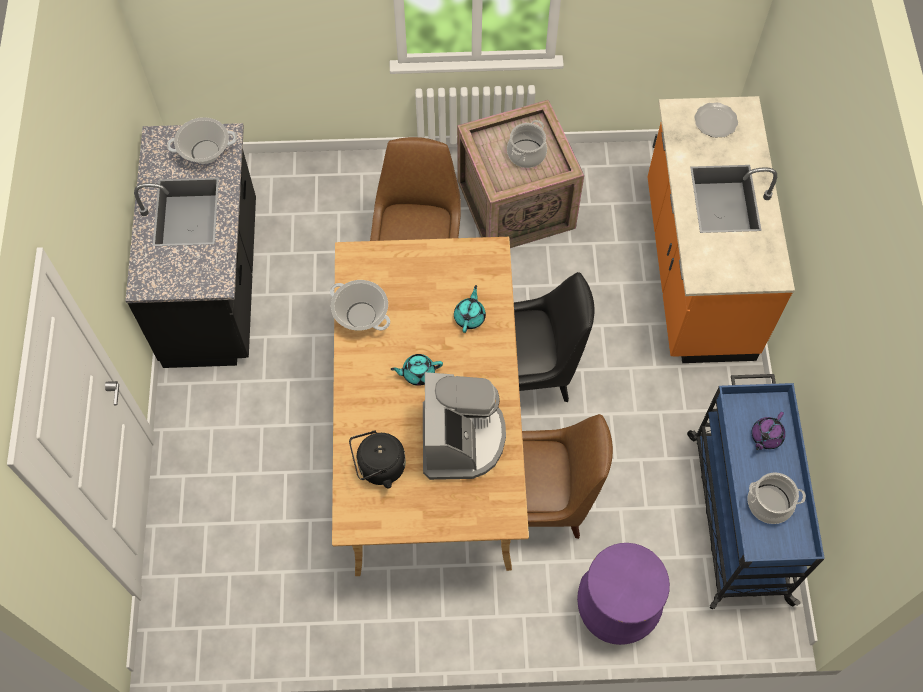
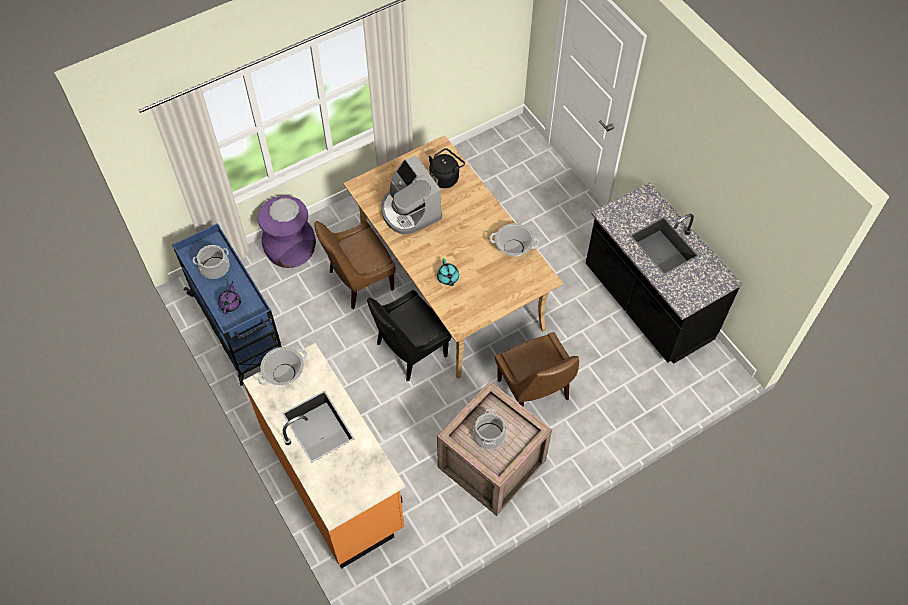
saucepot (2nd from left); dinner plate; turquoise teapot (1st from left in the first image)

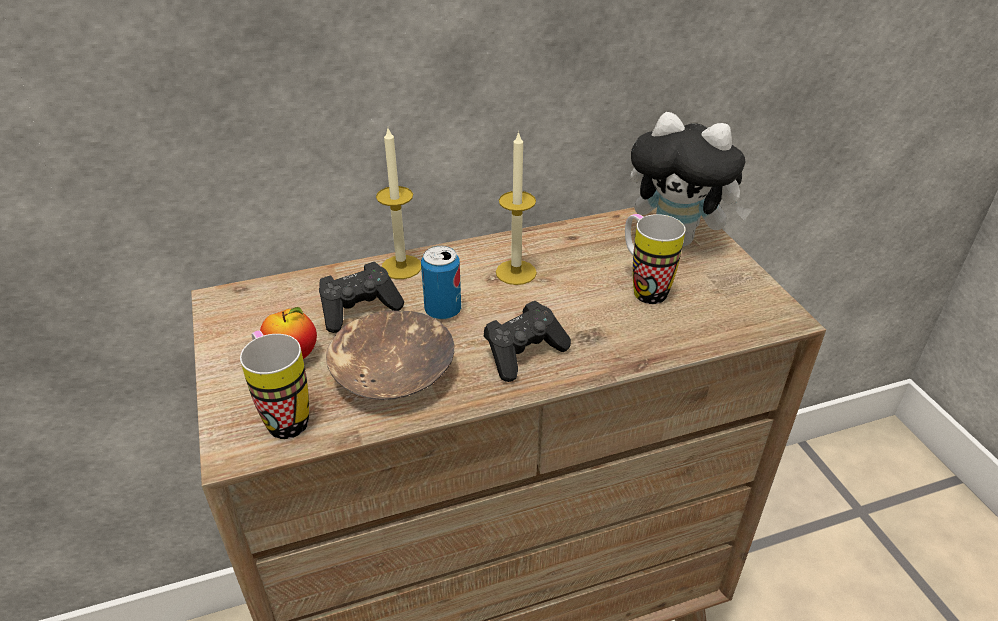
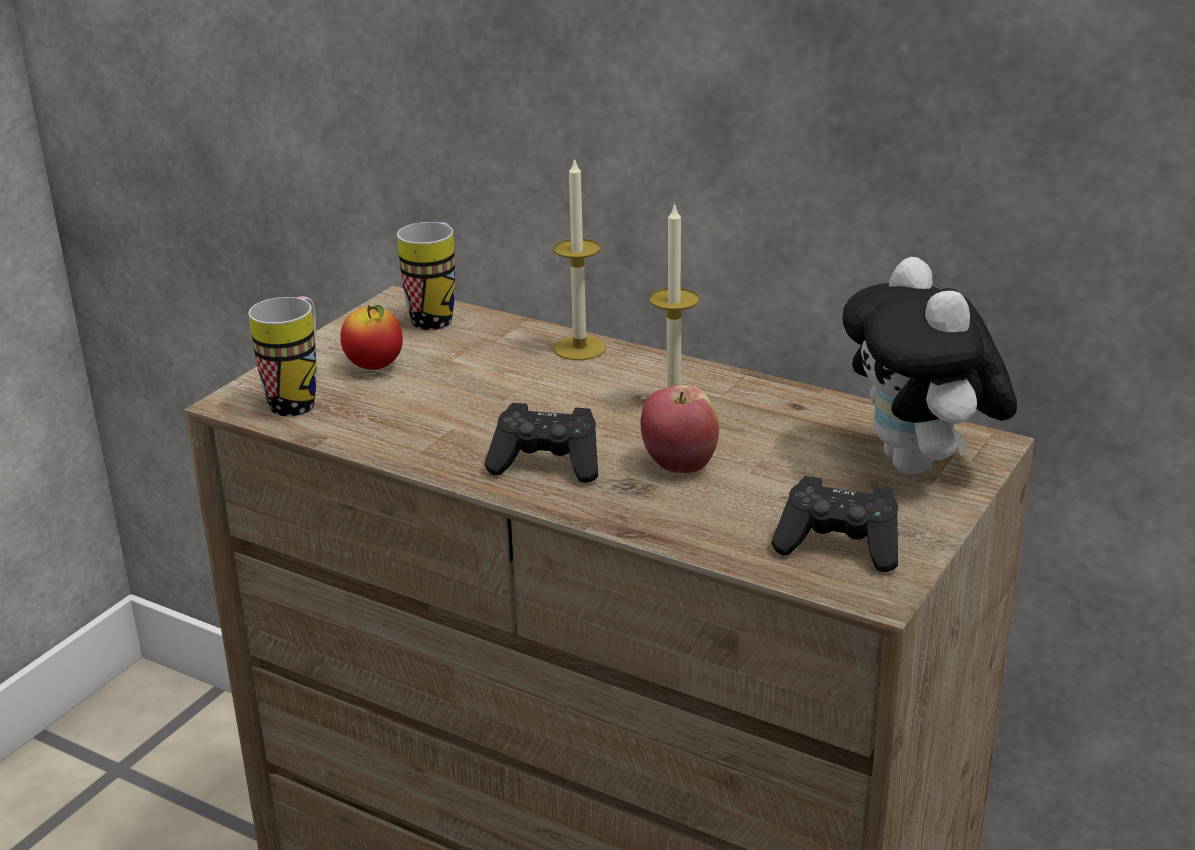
coffee mug (2nd from left); apple (2nd from left); black game controller (2nd from left); brown deep dish; metal can

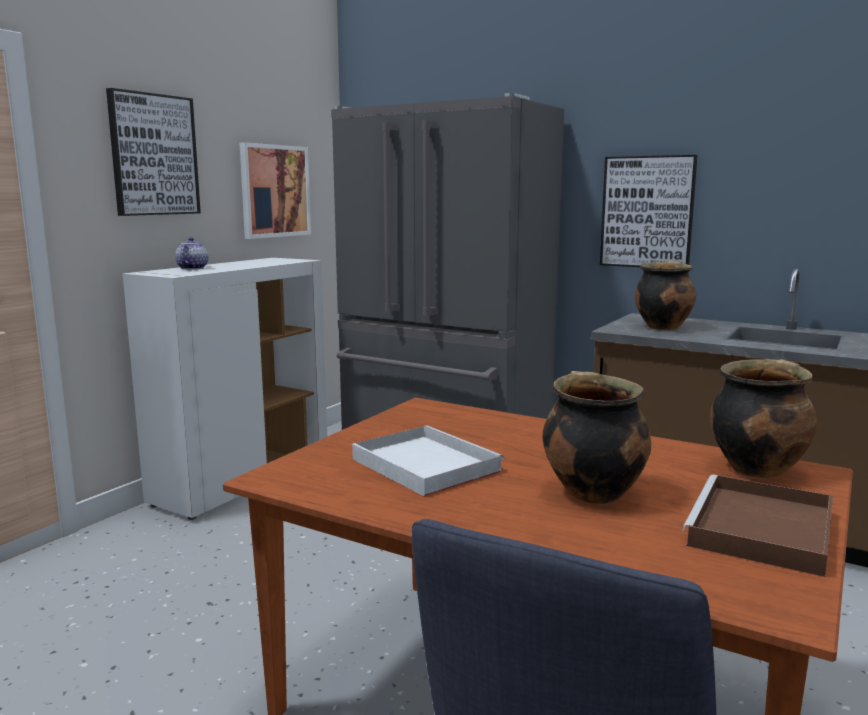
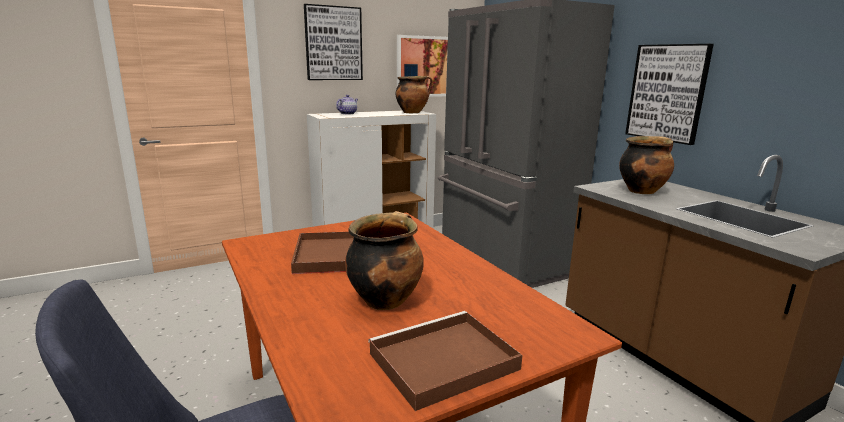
brown carrying tray (1st from left); saucepot (2nd from left)

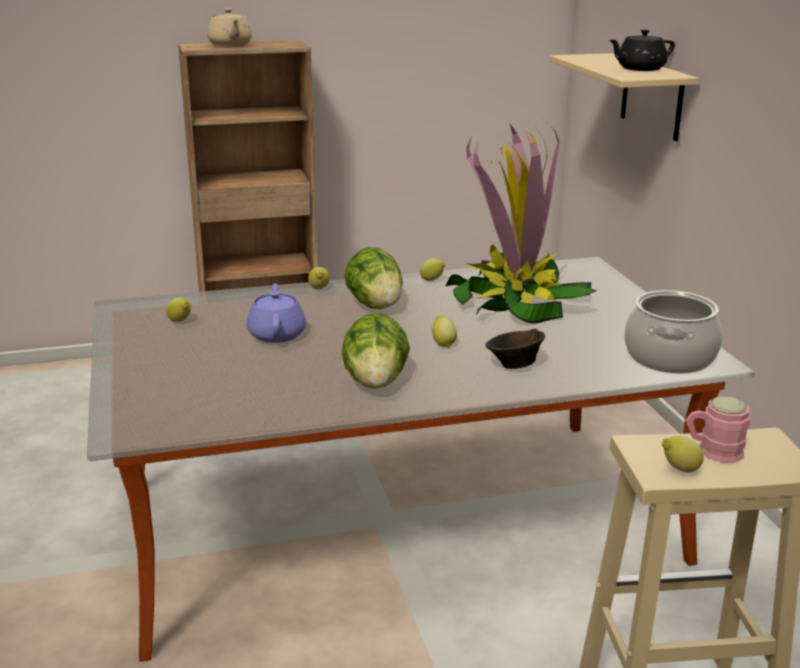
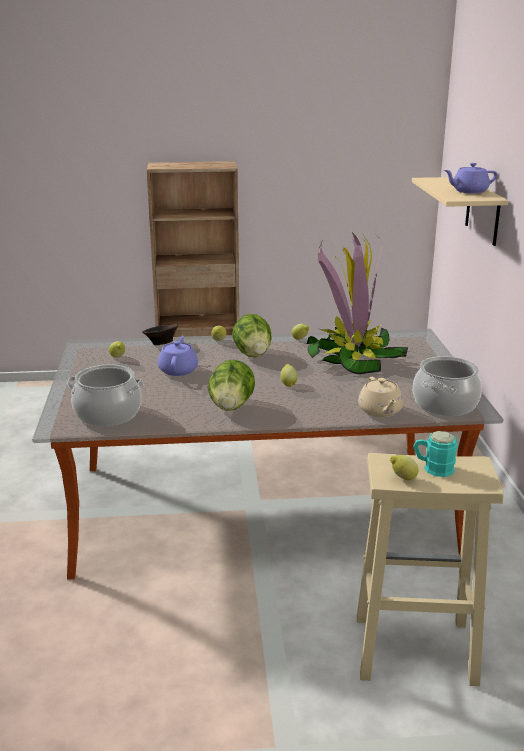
saucepot (1st from left); brown deep dish; sand-coloured teapot; turquoise coffee mug; purple-coloured teapot (2nd from left)

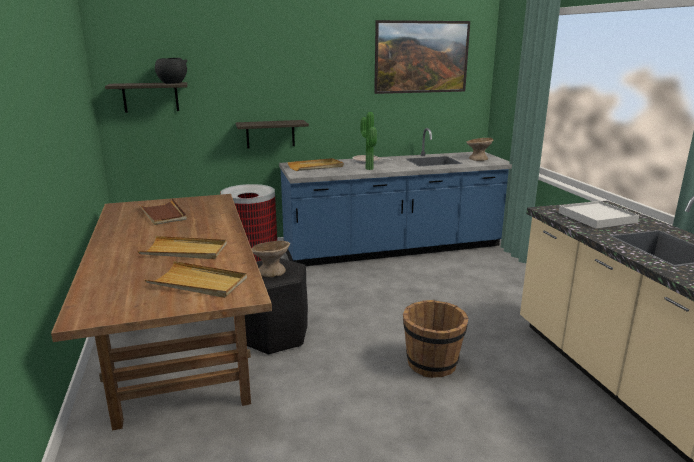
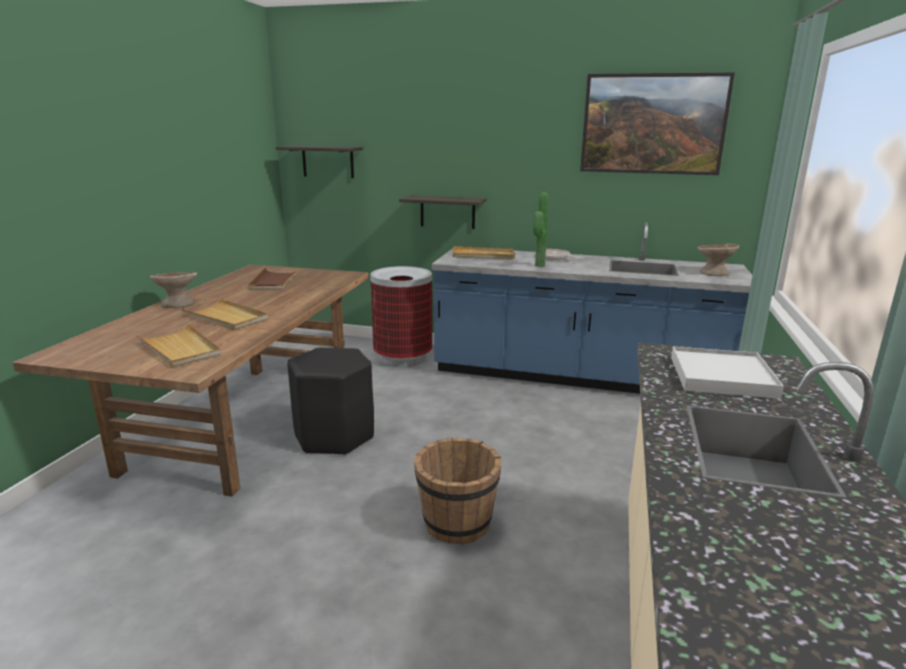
sand-coloured deep dish (1st from left); black deep dish

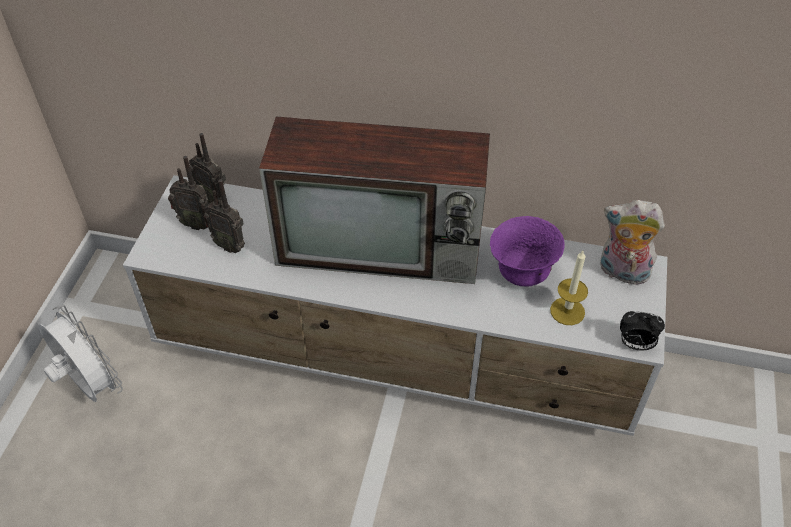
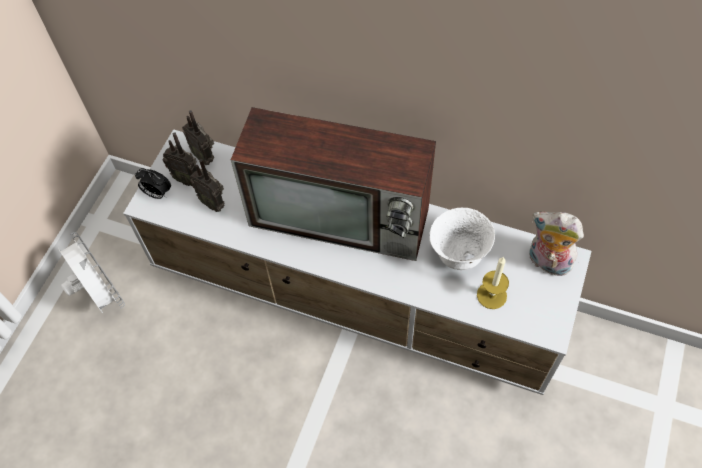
alarm clock; white-coloured deep dish

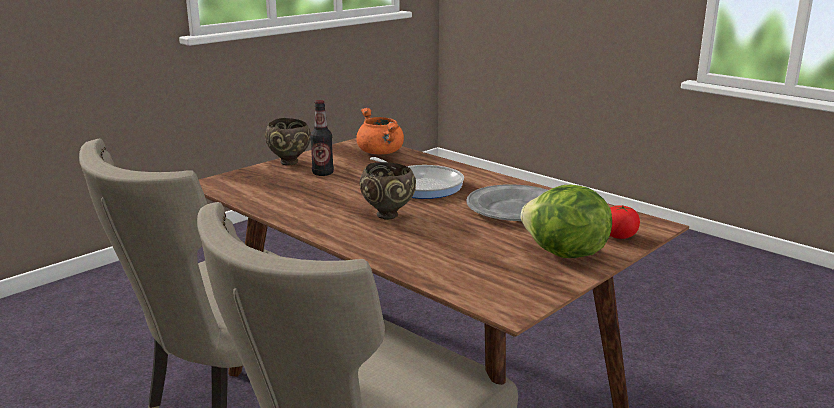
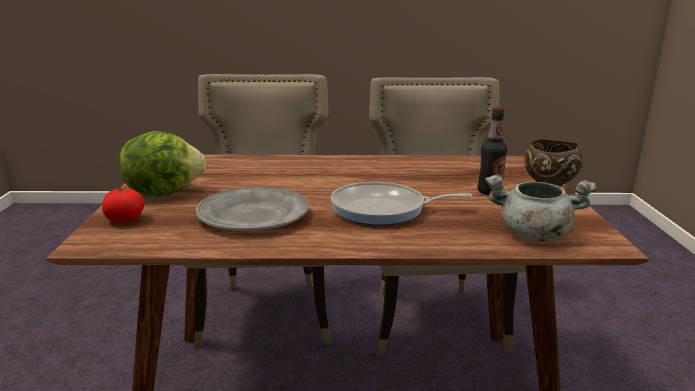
grey saucepot; brown deep dish (2nd from left in the first image)

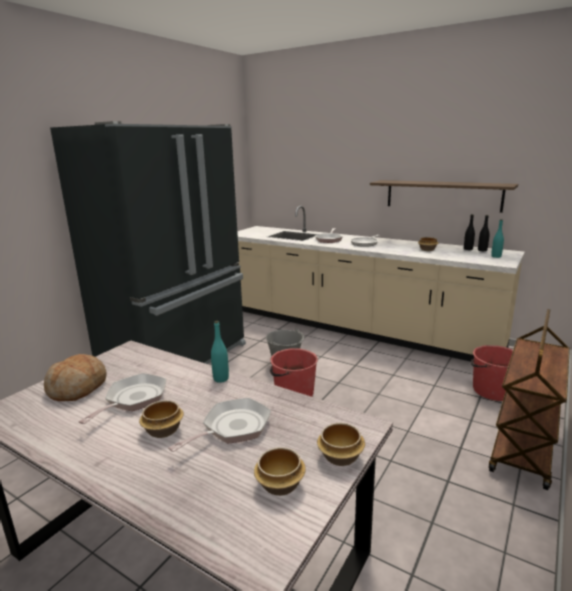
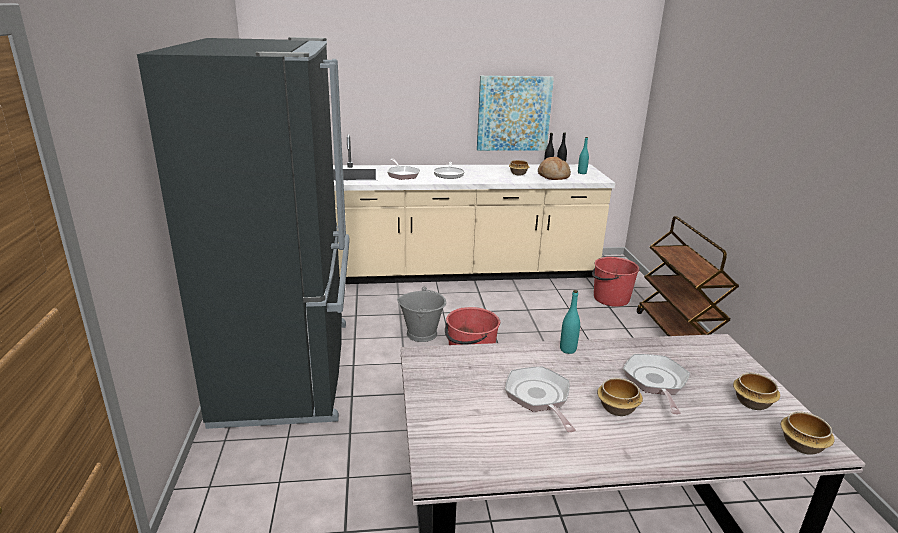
wall picture; baked bread; deep dish (4th from left)

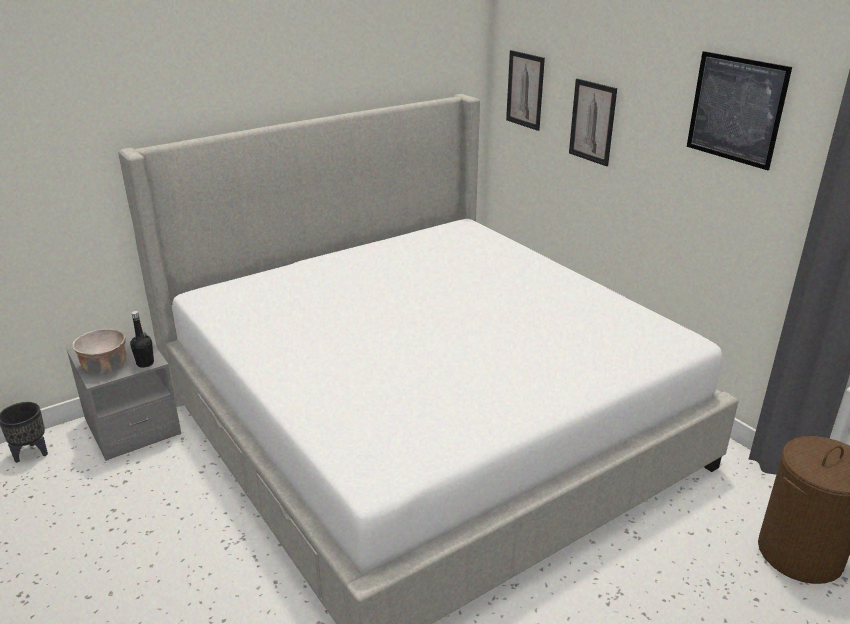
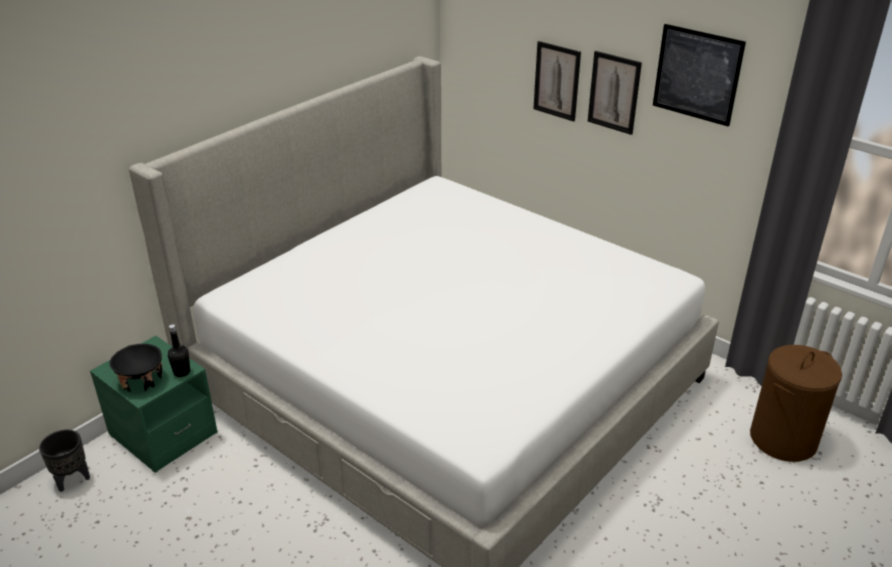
greenish nightstand; black deep dish; wall picture (2nd from left)

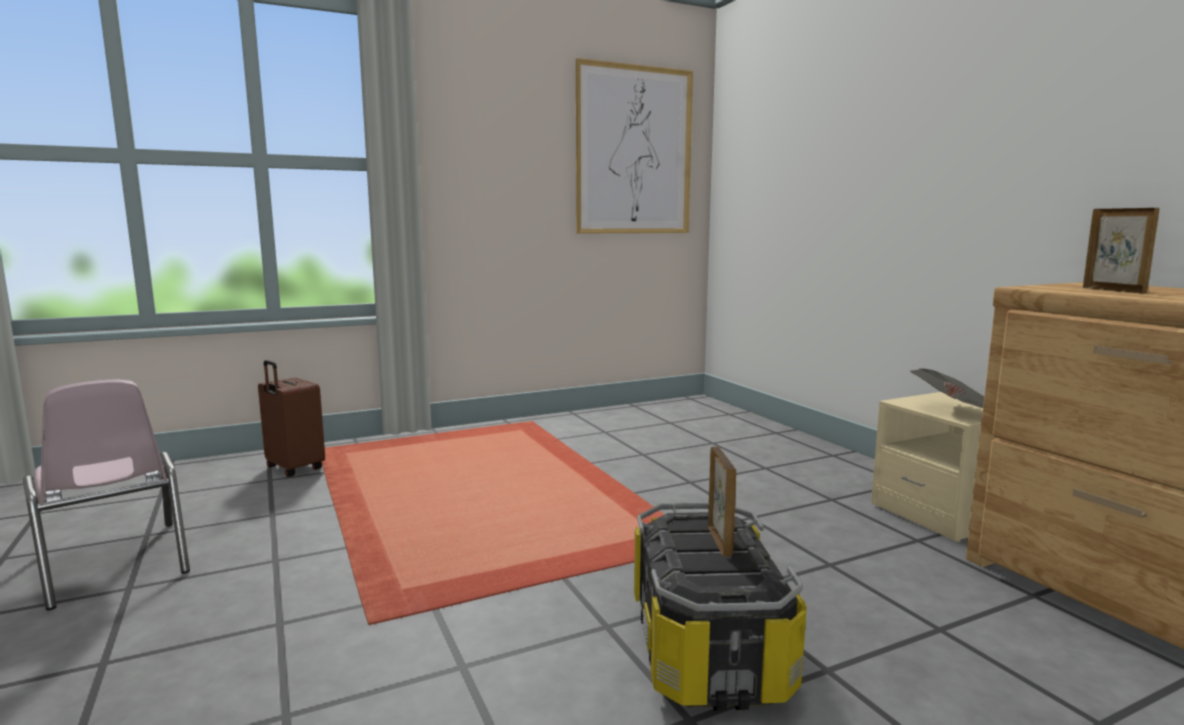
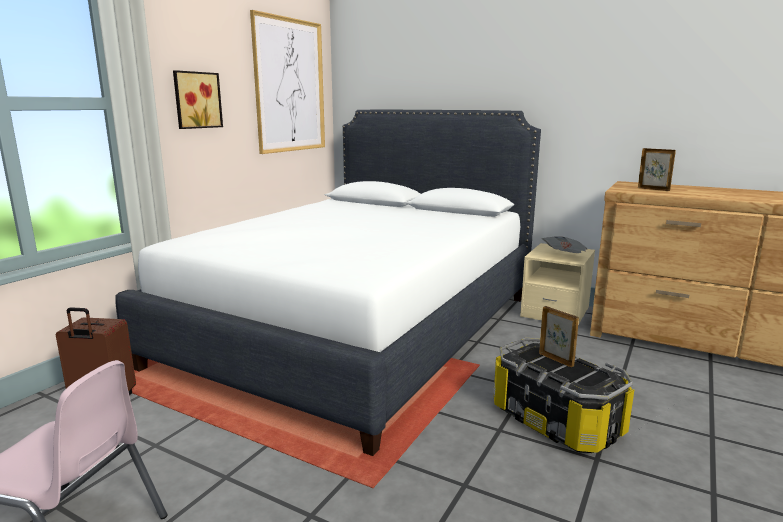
white-coloured sleeping bed; wall picture (1st from left)

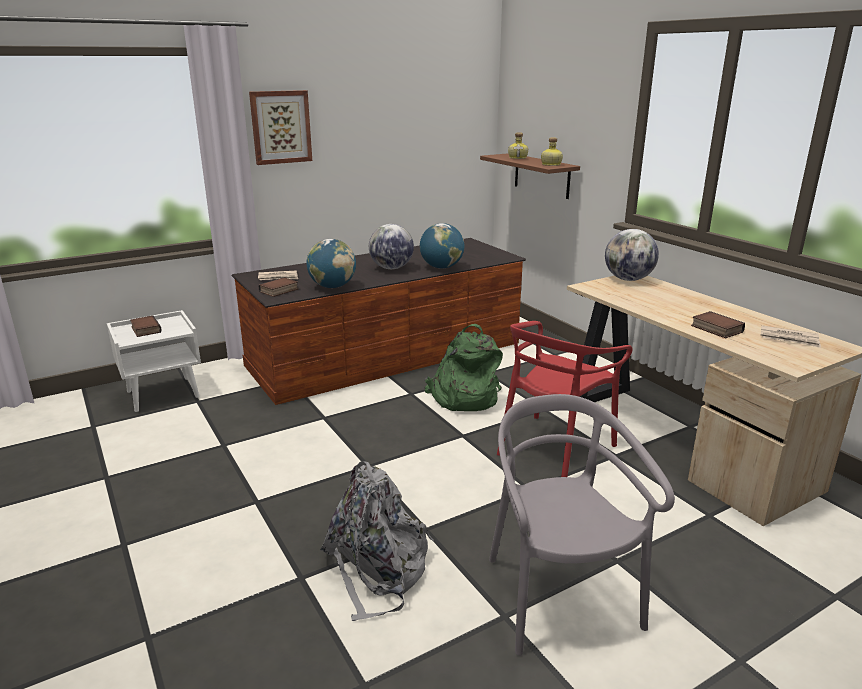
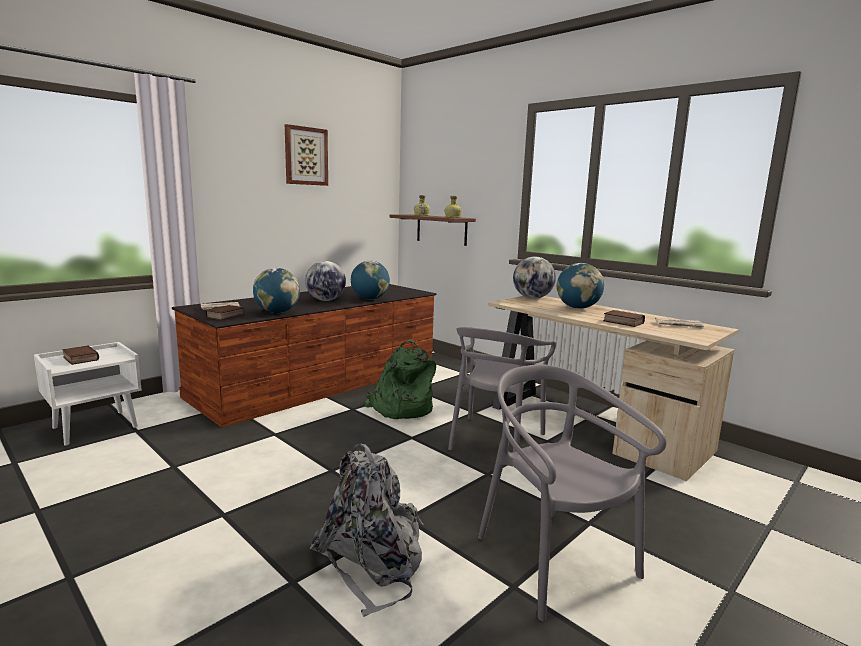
wall picture; grey upright chair (1st from left); world globe (5th from left)

